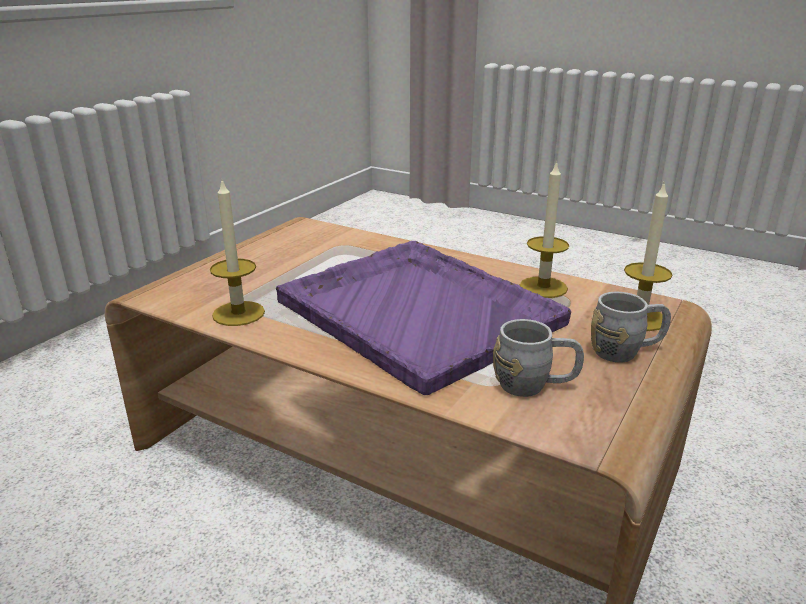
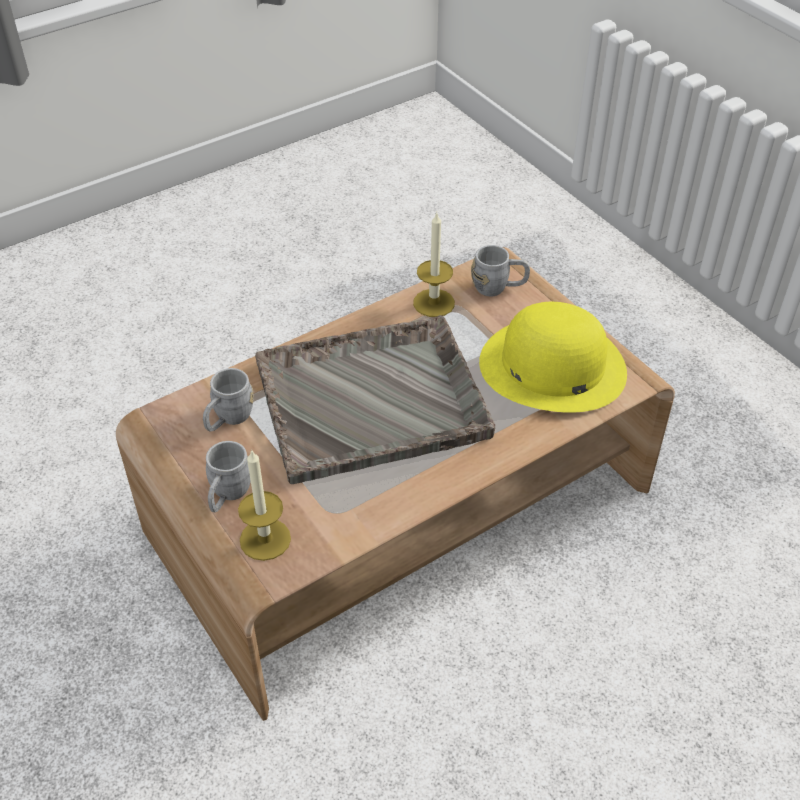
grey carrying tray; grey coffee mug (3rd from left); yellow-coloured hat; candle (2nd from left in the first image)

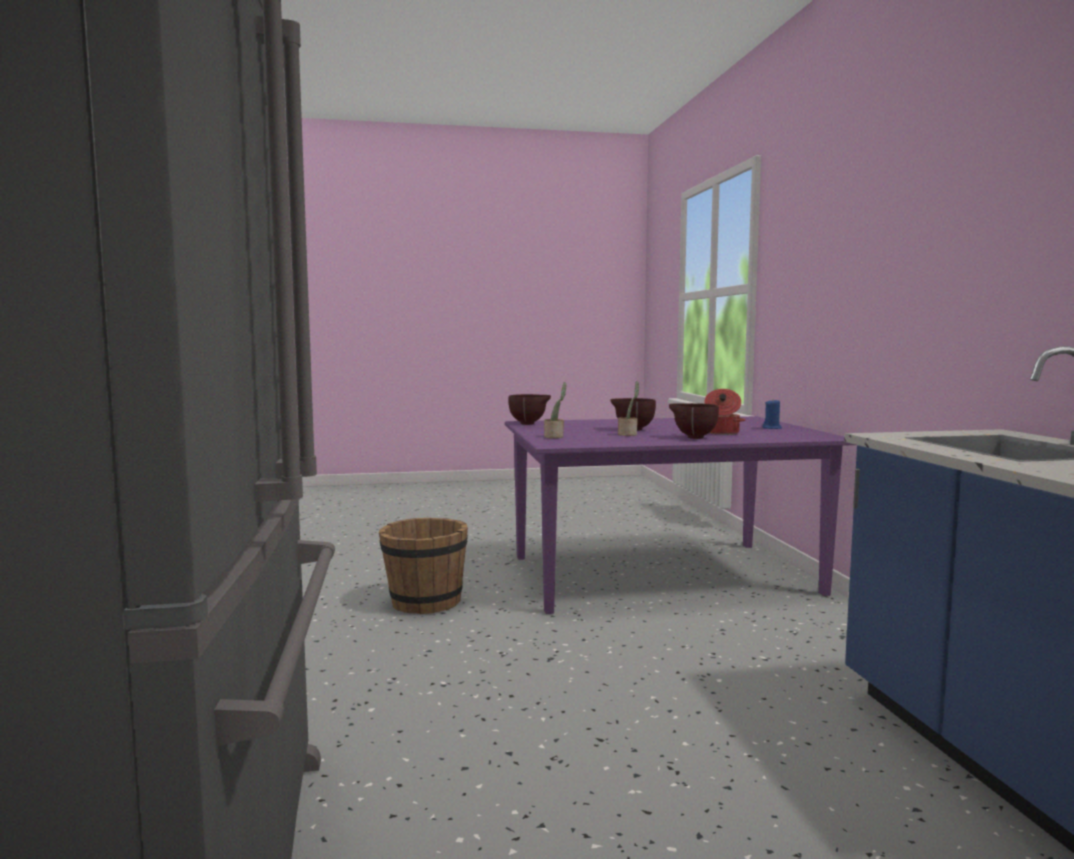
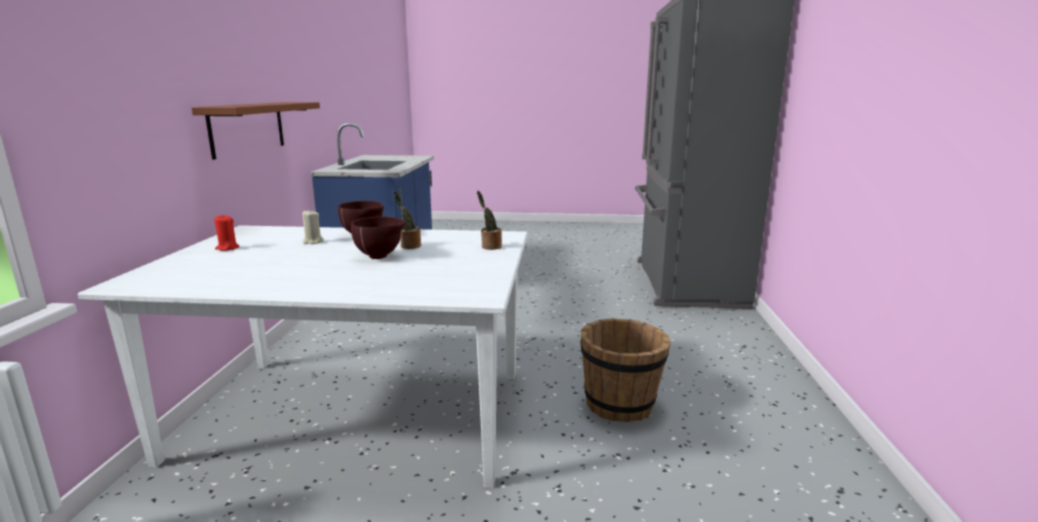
white-coloured dining table; brown shelf; red candle; sand-coloured candle; brown deep dish (1st from left in the first image)

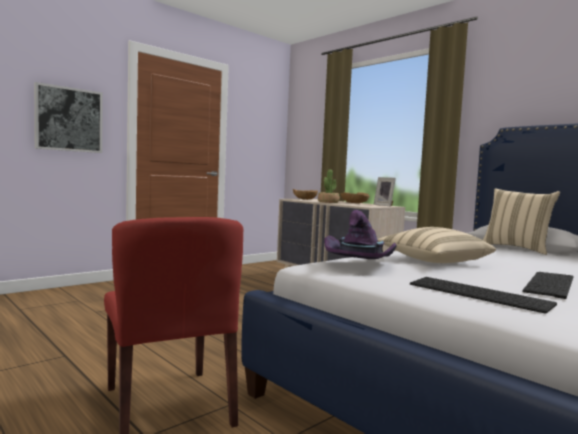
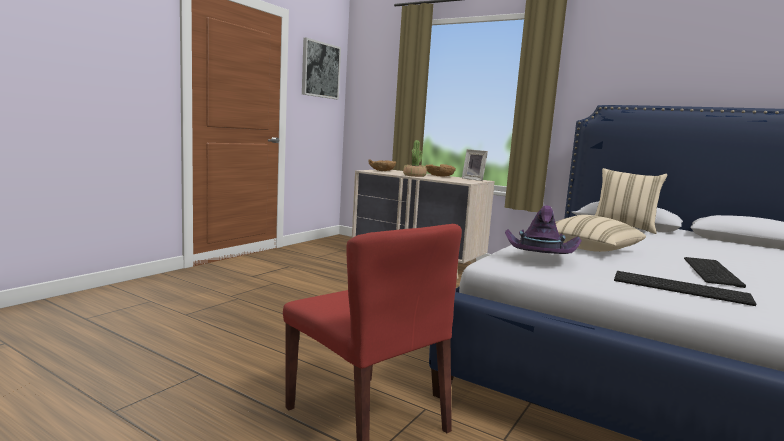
wall picture

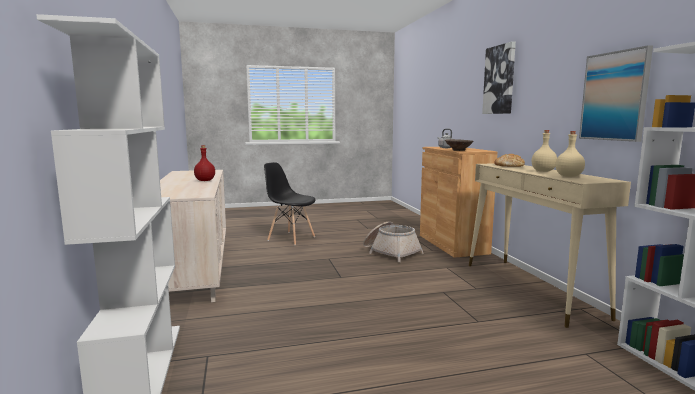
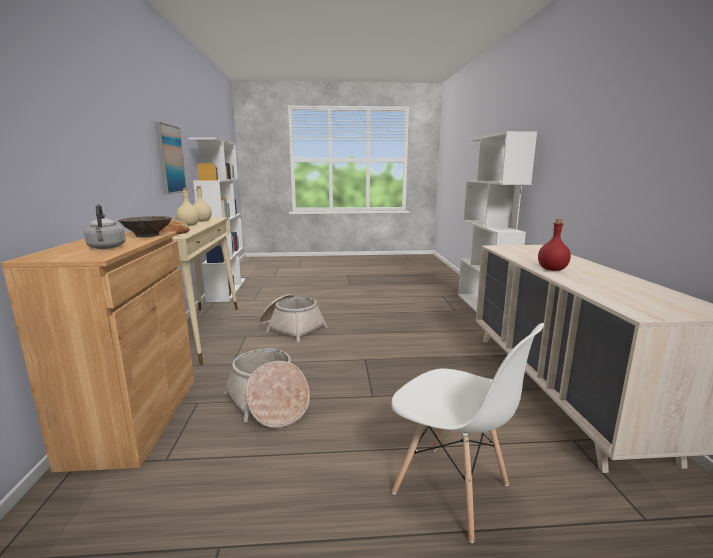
storage basket (2nd from left); white-coloured upright chair; wall picture (1st from left in the first image)

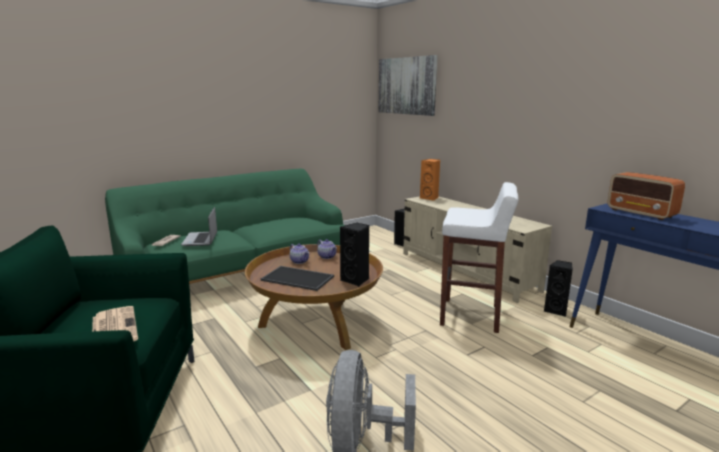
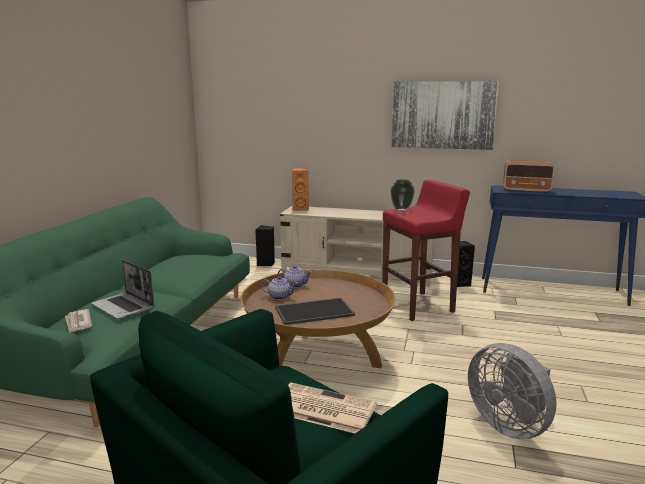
red stool; vase; wall picture; black loudspeaker (1st from left in the first image)

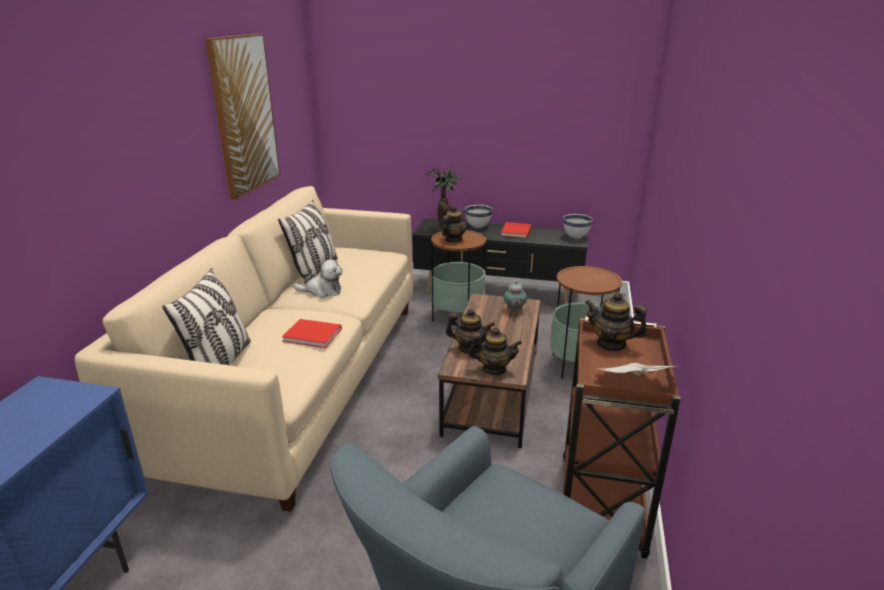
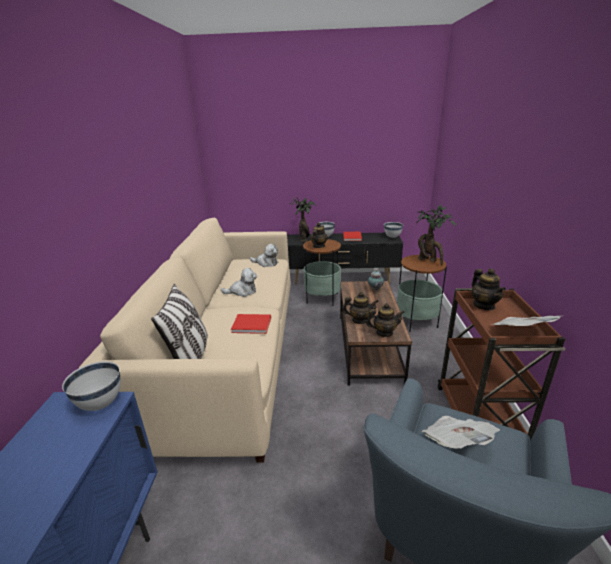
white-coloured deep dish (1st from left); soft toy (2nd from left); plant in a pot (2nd from left); printed paper (1st from left); teapot (5th from left); wall picture; throw pillow (2nd from left in the first image)

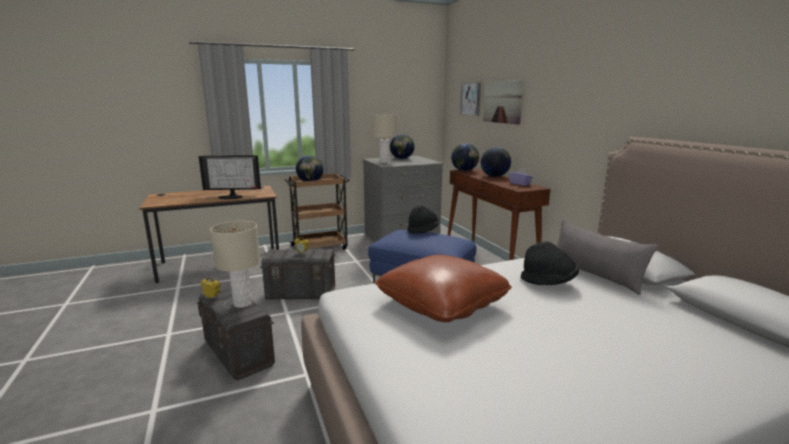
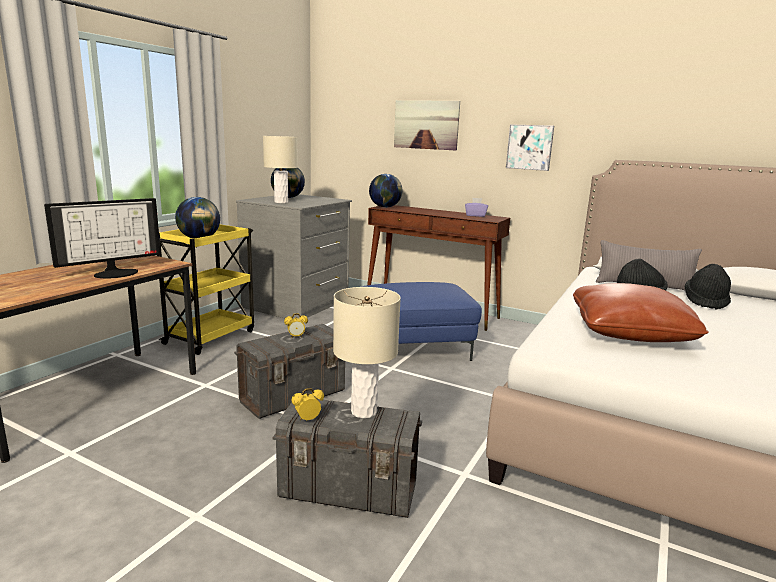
yellow-coloured wheeled cart; wall picture (2nd from left); black hat (2nd from left); world globe (4th from left in the first image)

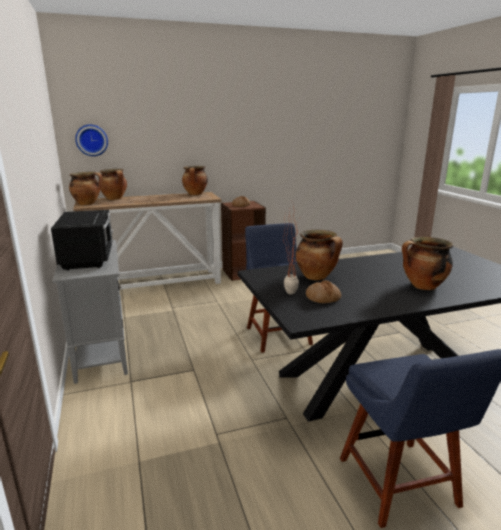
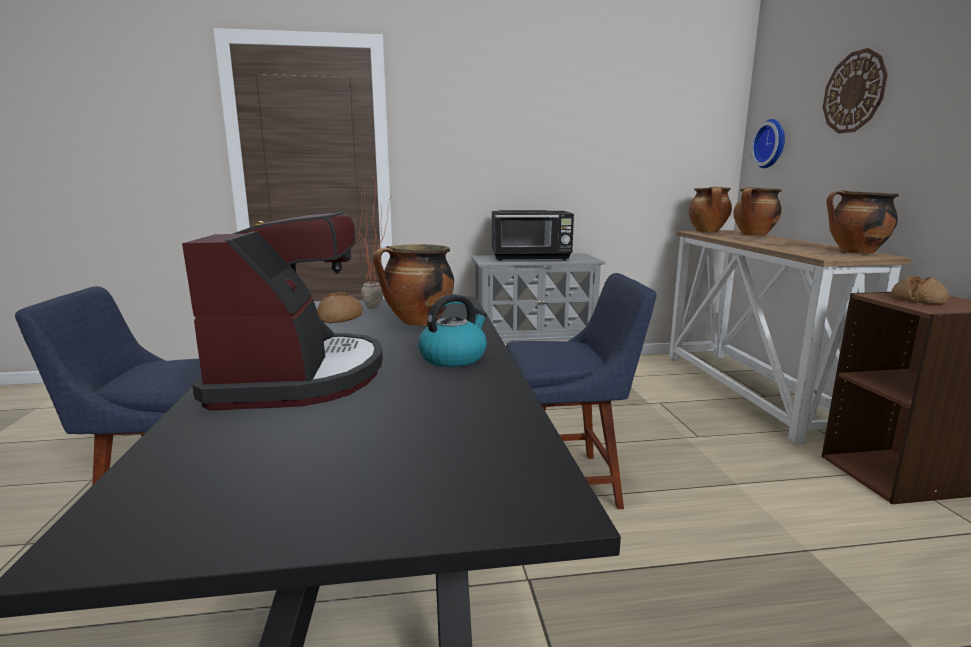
coffee machine; water kettle; hanging clock (2nd from left)

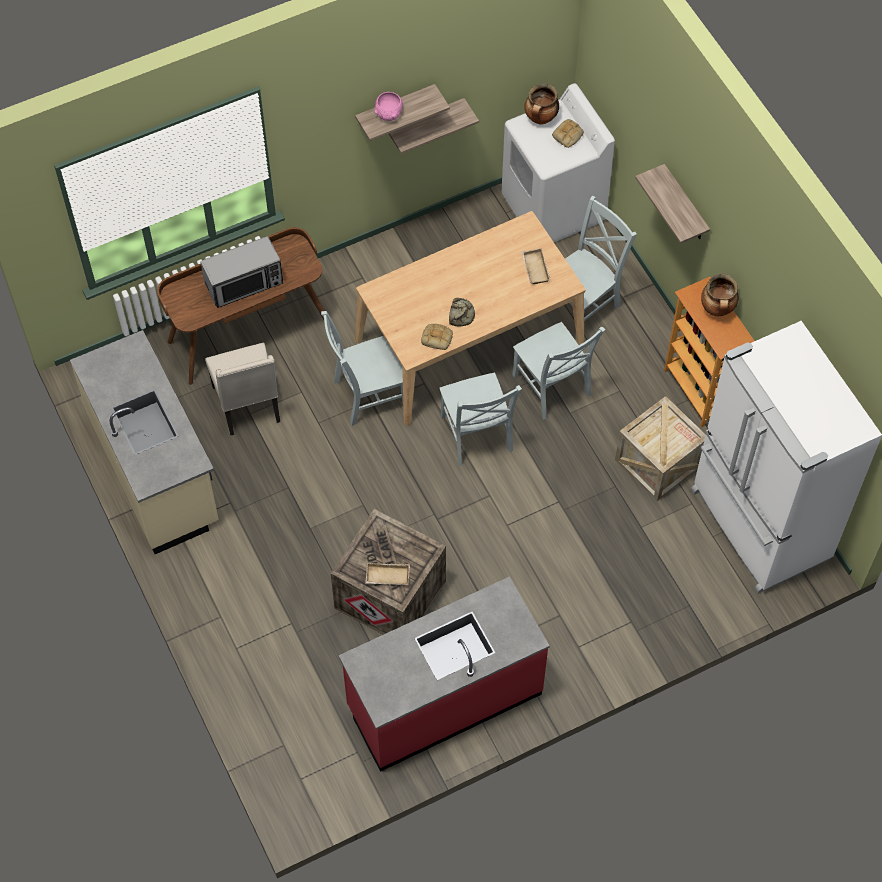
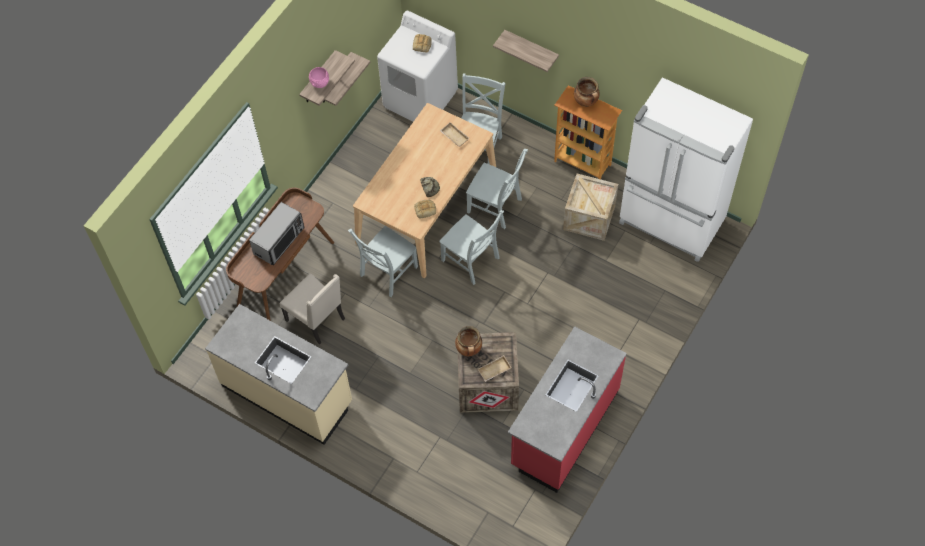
saucepot (1st from left)

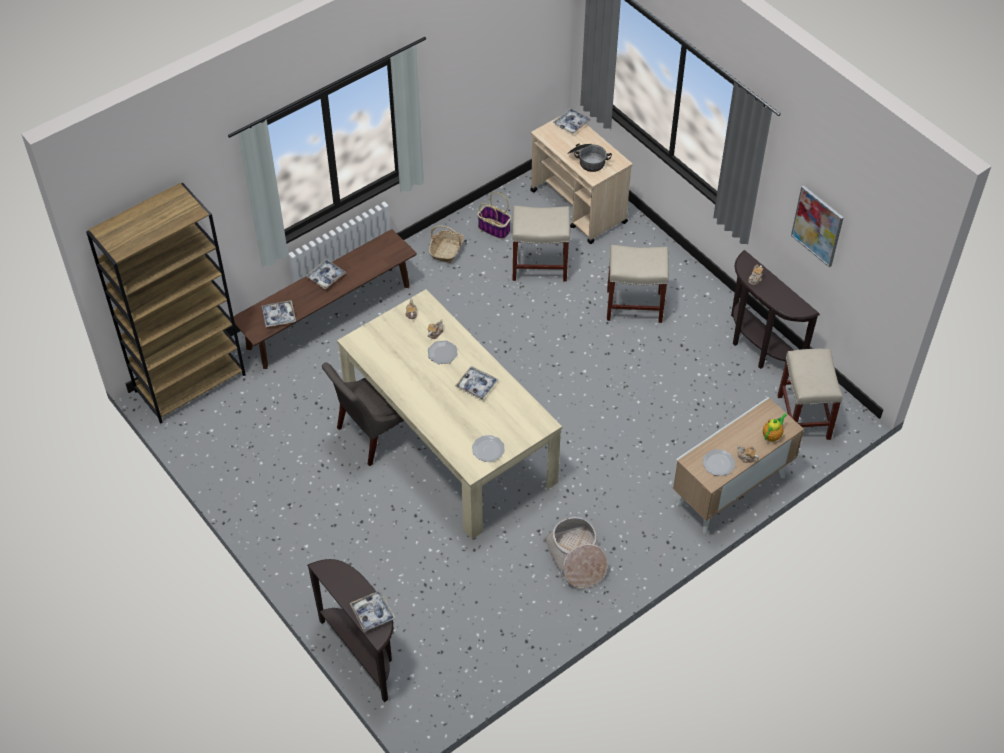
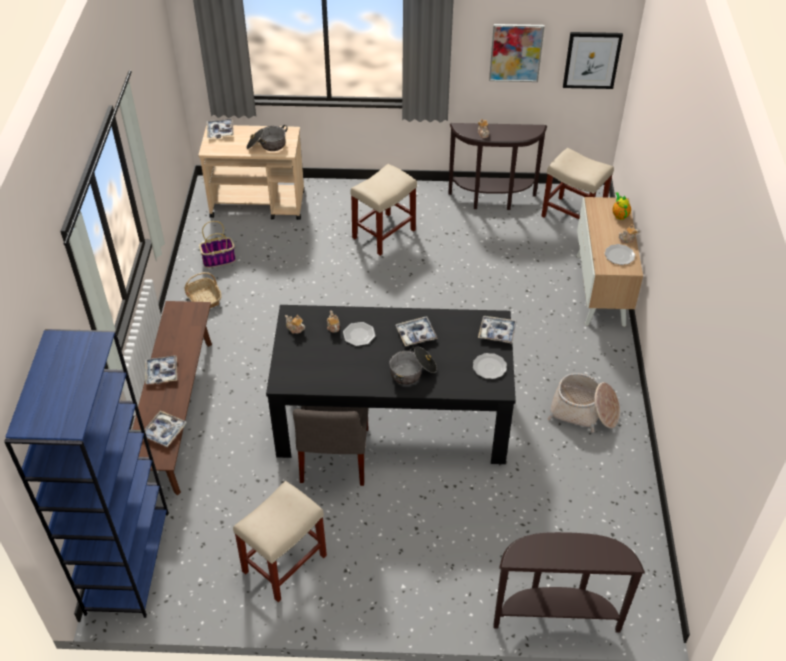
blue bookshelf; sand-coloured stool (1st from left); black dining table; saucepot (2nd from left); carrying tray (5th from left); wall picture (2nd from left)

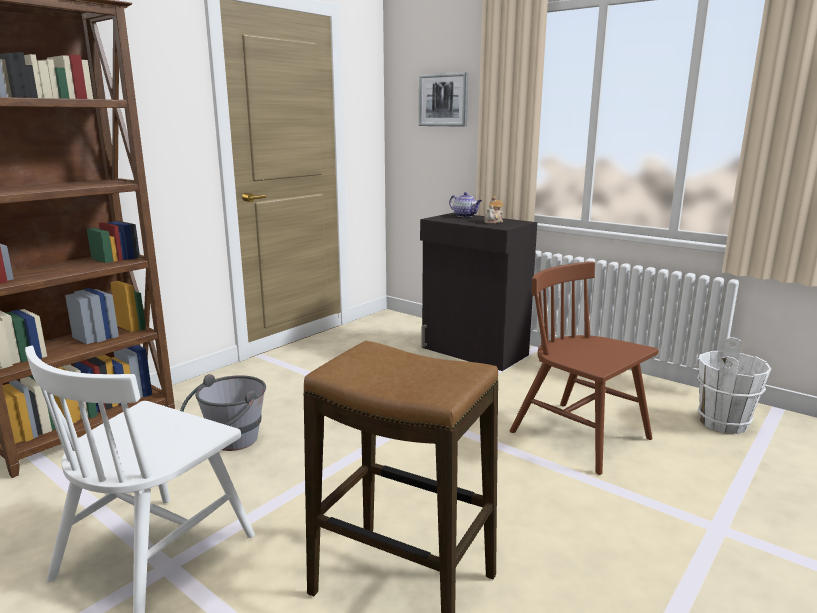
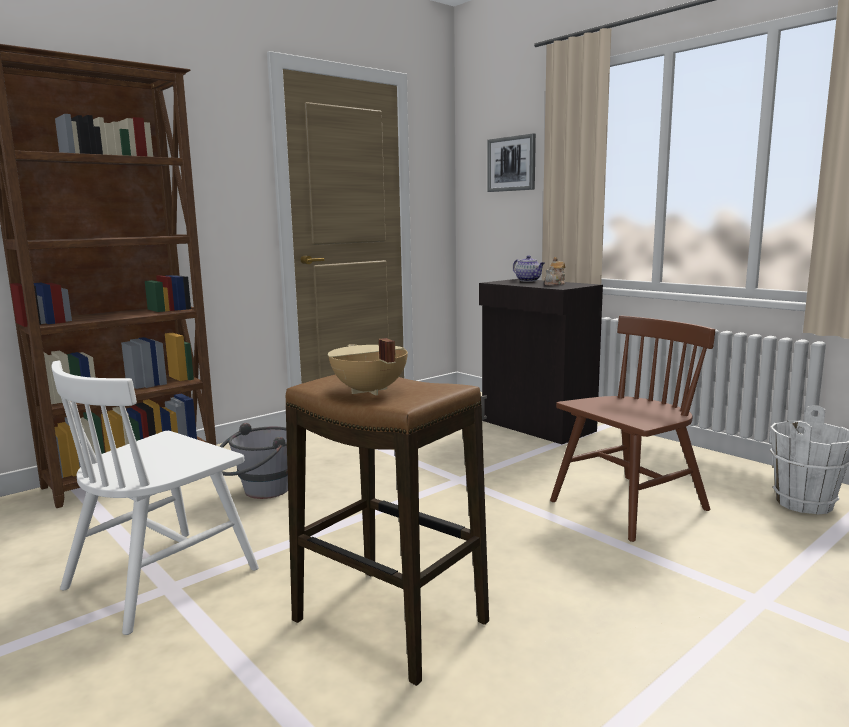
sand-coloured saucepot; brown upright chair

